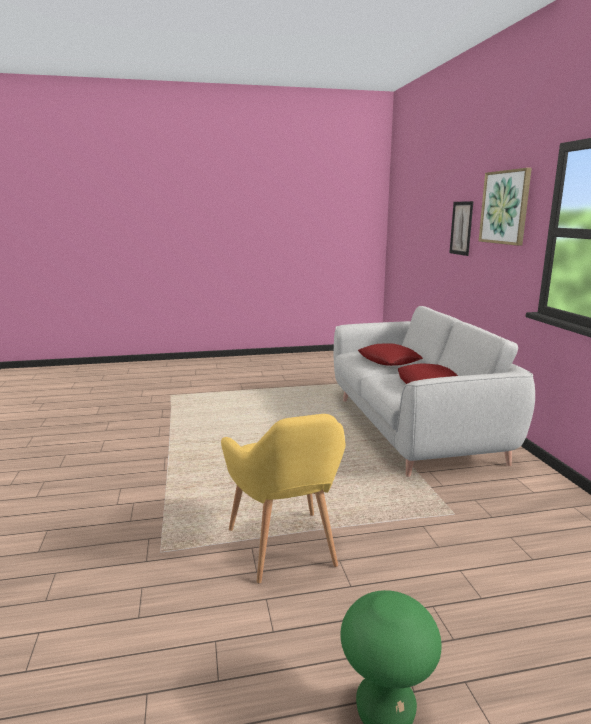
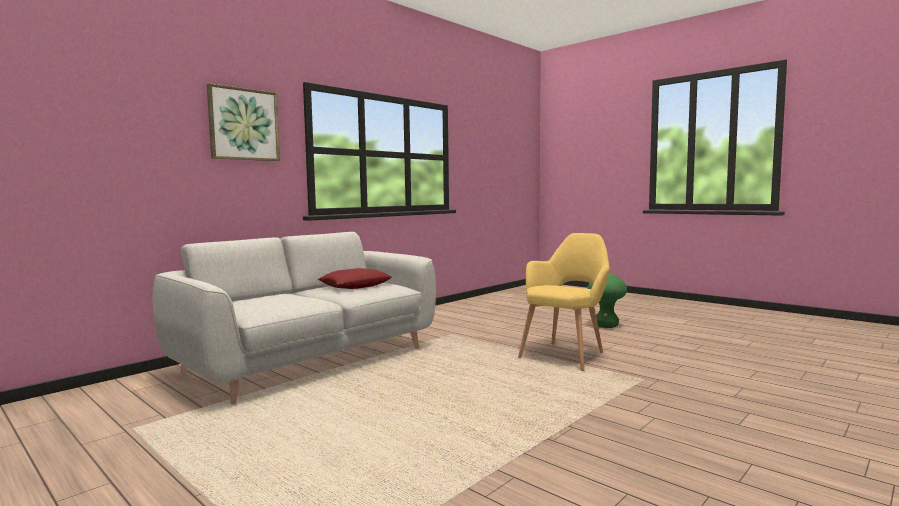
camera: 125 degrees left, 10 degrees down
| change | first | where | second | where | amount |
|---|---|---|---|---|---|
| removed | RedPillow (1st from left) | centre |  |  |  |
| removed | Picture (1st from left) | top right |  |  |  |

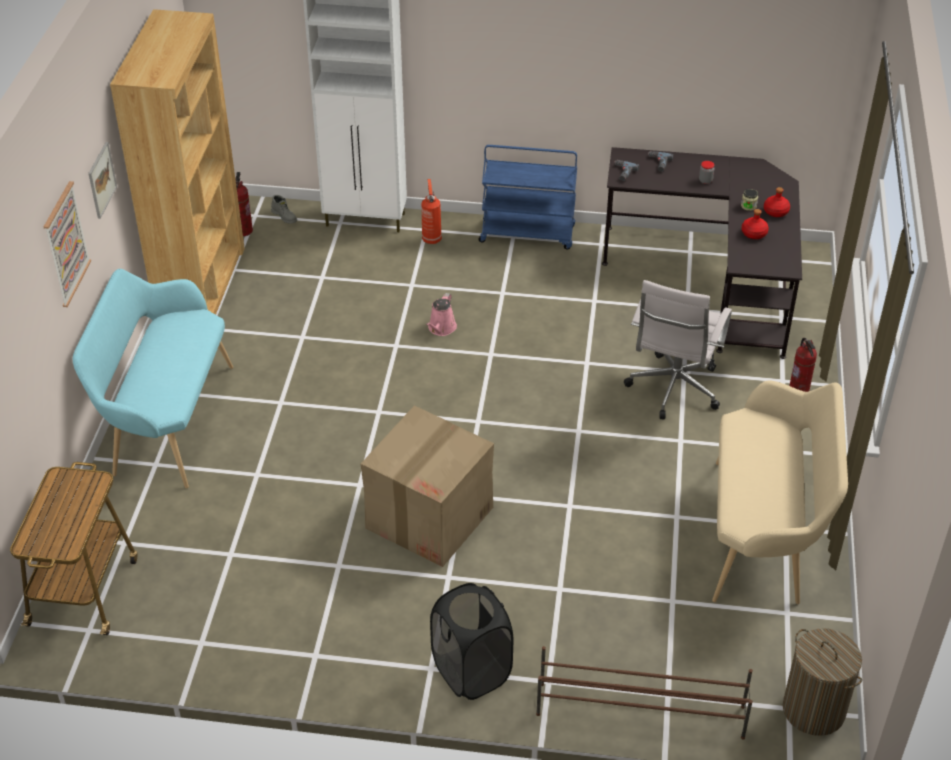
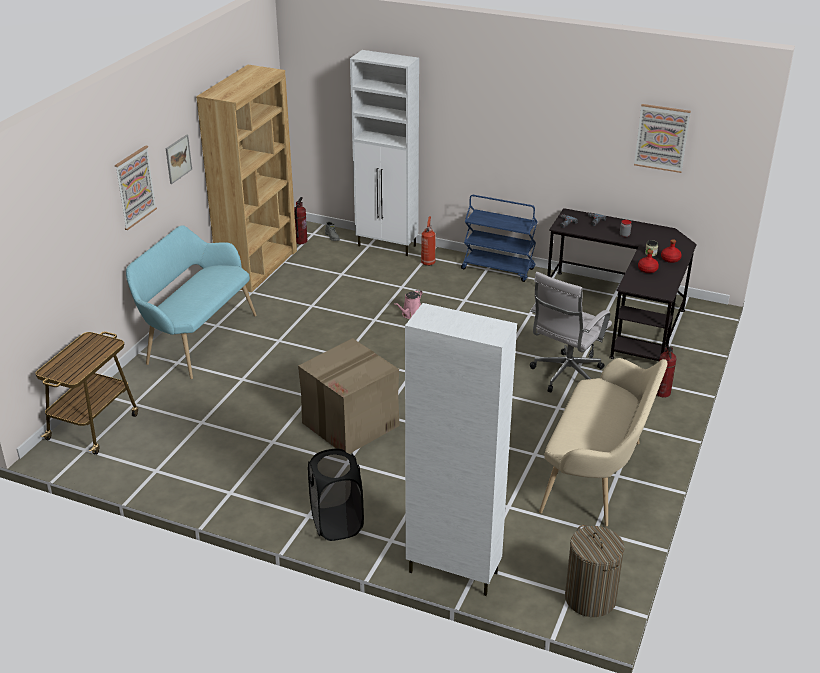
camera: 15 degrees right, 10 degrees down
| change | first | where | second | where | amount |
|---|---|---|---|---|---|
| replaced | BrownShoeRack | bottom right | WhiteCabinet (2nd from left) | bottom centre |  |
| added |  |  | Picture (3rd from left) | top right |  |

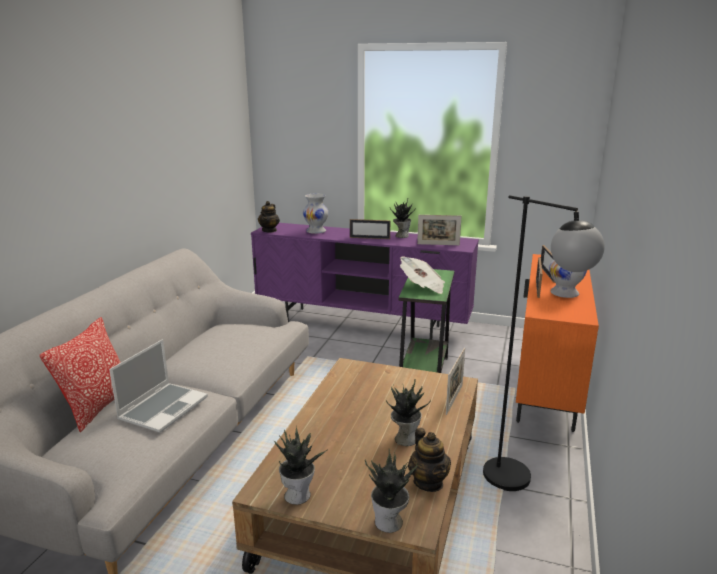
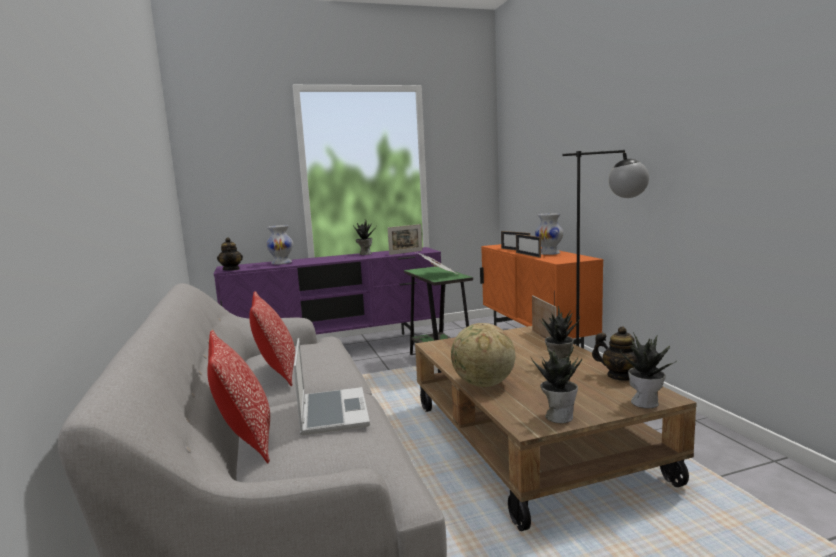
camera: 35 degrees left, 10 degrees down
| change | first | where | second | where | amount |
|---|---|---|---|---|---|
| added |  |  | Pillow (2nd from left) | middle left |  |
| added |  |  | Globe | centre |  |
| removed | PictureFrame (1st from left) | centre |  |  |  |

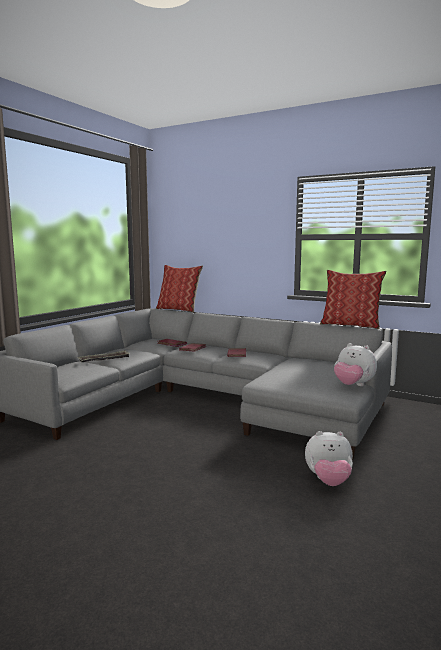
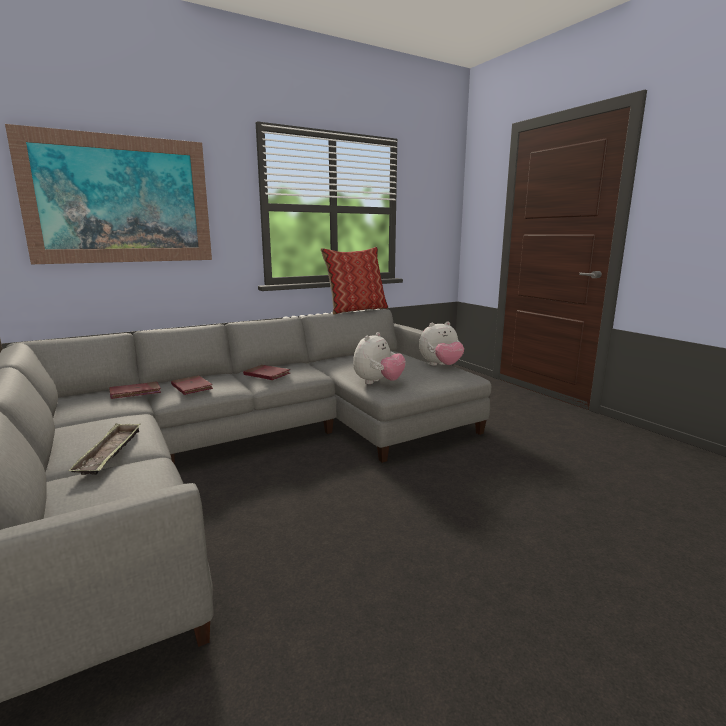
camera: 60 degrees left, 5 degrees up
| change | first | where | second | where | amount |
|---|---|---|---|---|---|
| added |  |  | Picture | top left |  |
| moved | PlushToy (1st from left) | bottom right |  | centre |  |
| removed | Pillow (1st from left) | centre |  |  |  |

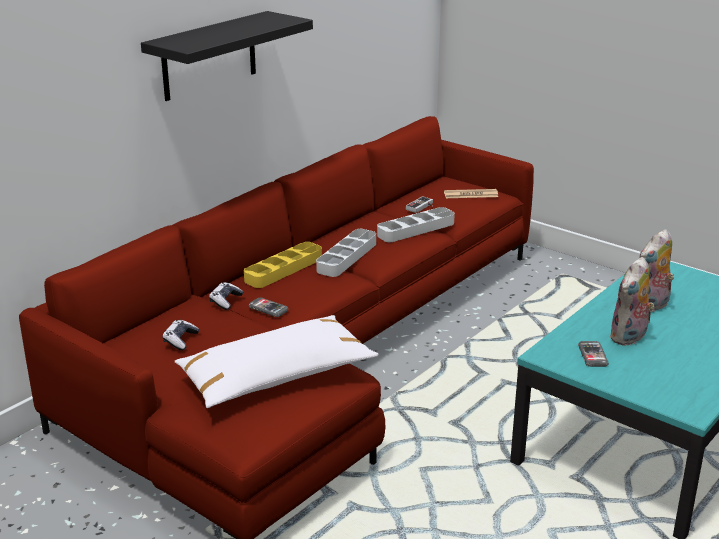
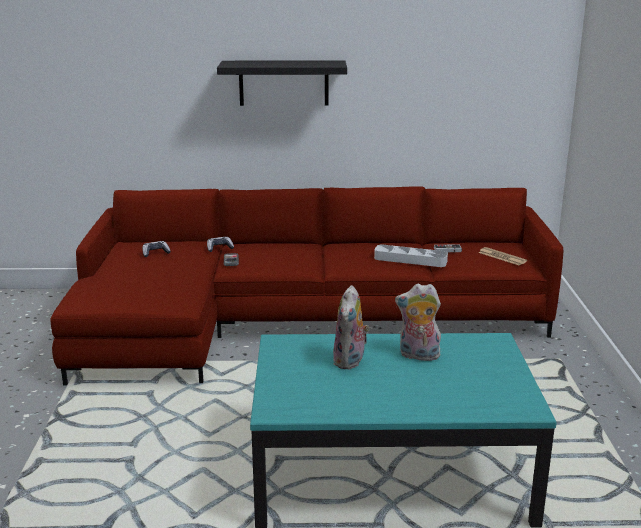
camera: 50 degrees right, 5 degrees down
| change | first | where | second | where | amount |
|---|---|---|---|---|---|
| turned | PlushToy (1st from left) | middle right |  | centre | 75 degrees counterclockwise |
| removed | WhitePillow | bottom centre |  |  |  |
| removed | YellowTray | centre |  |  |  |
| removed | GreyTray (1st from left) | centre |  |  |  |
| removed | Phone (2nd from left) | middle right |  |  |  |

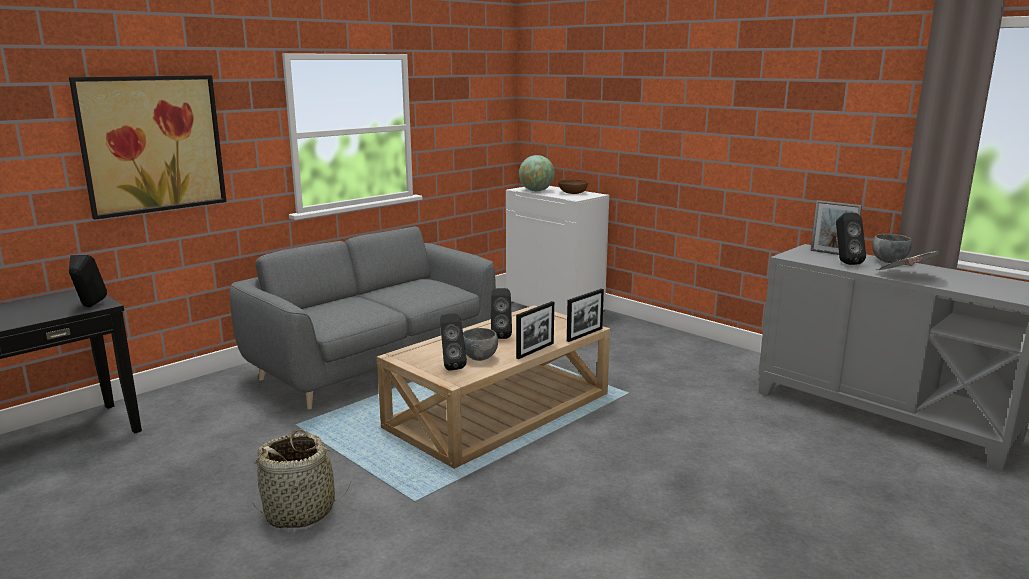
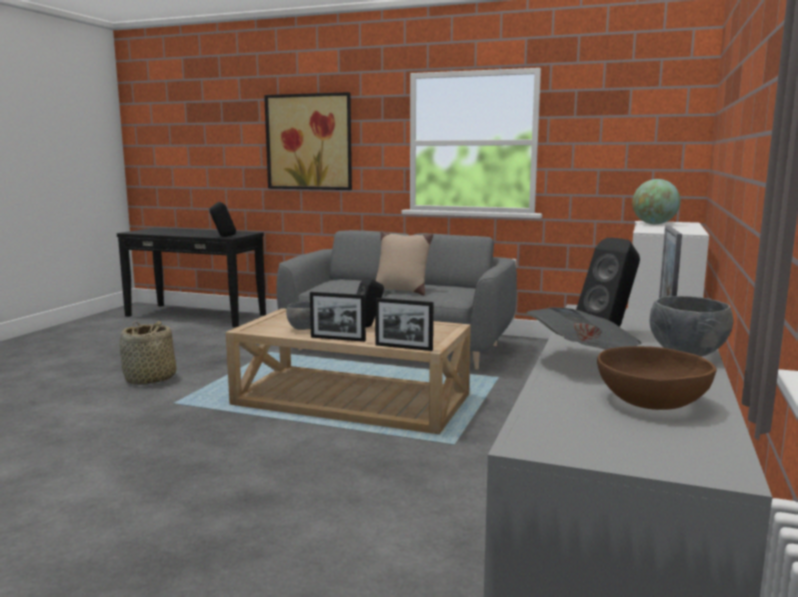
camera: 65 degrees right, 5 degrees down
| change | first | where | second | where | amount |
|---|---|---|---|---|---|
| added |  |  | BeigePillow | centre |  |
| moved | BrownBowl | top centre |  | middle right |  |
| removed | BlackSpeaker (2nd from left) | centre |  |  |  |

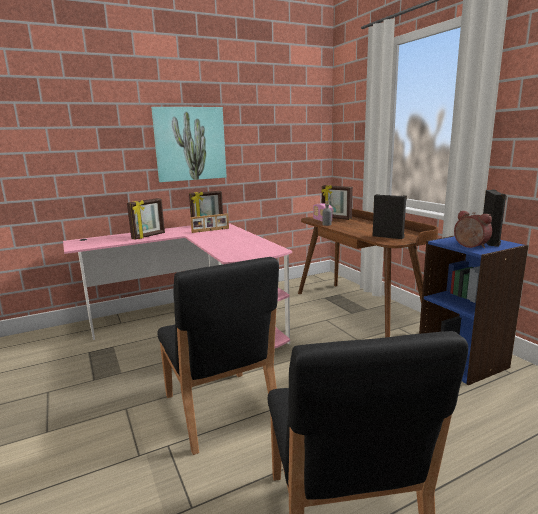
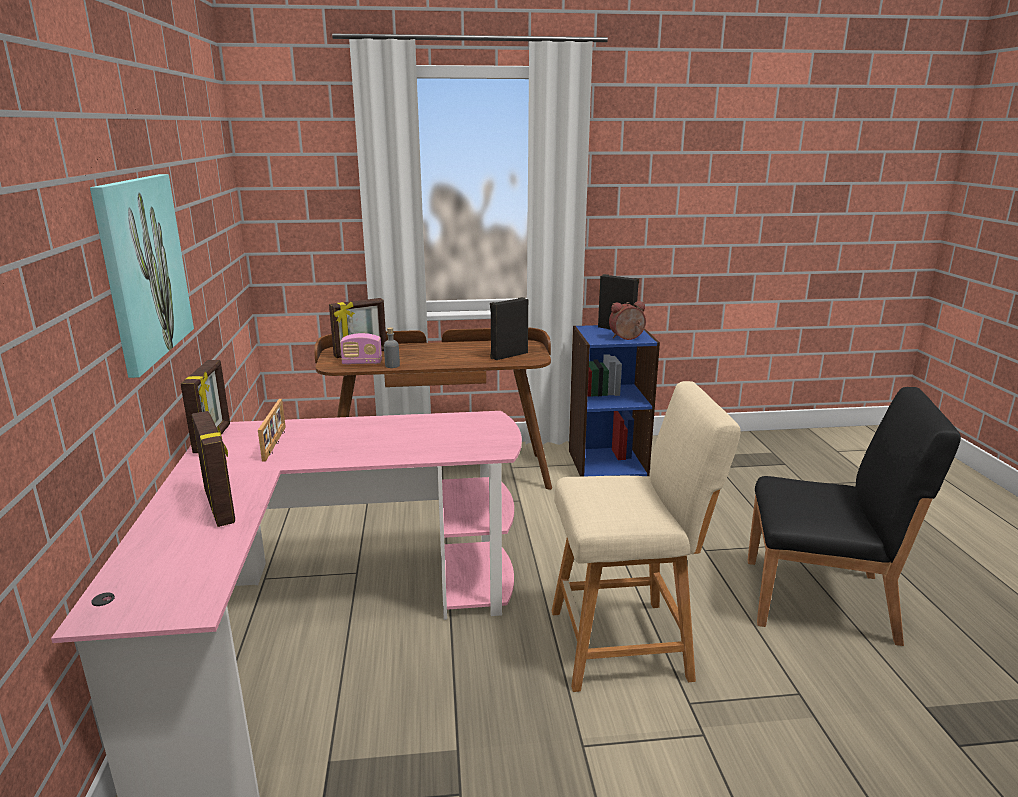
camera: 70 degrees left, 5 degrees up
| change | first | where | second | where | amount |
|---|---|---|---|---|---|
| replaced | BlackChair (1st from left) | bottom centre | BeigeStool | bottom centre |  |

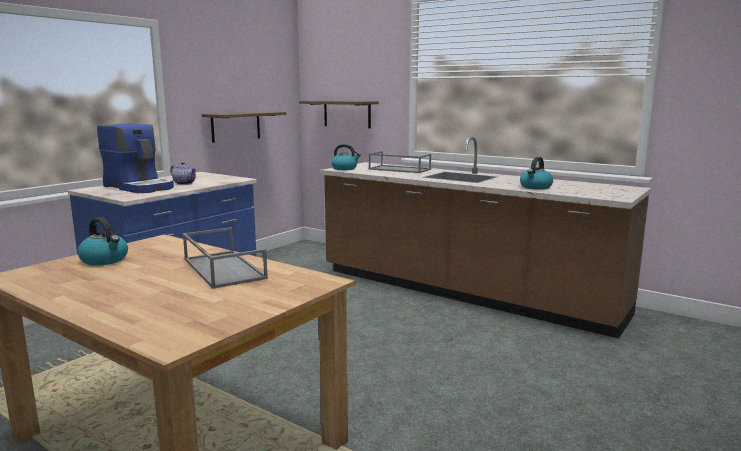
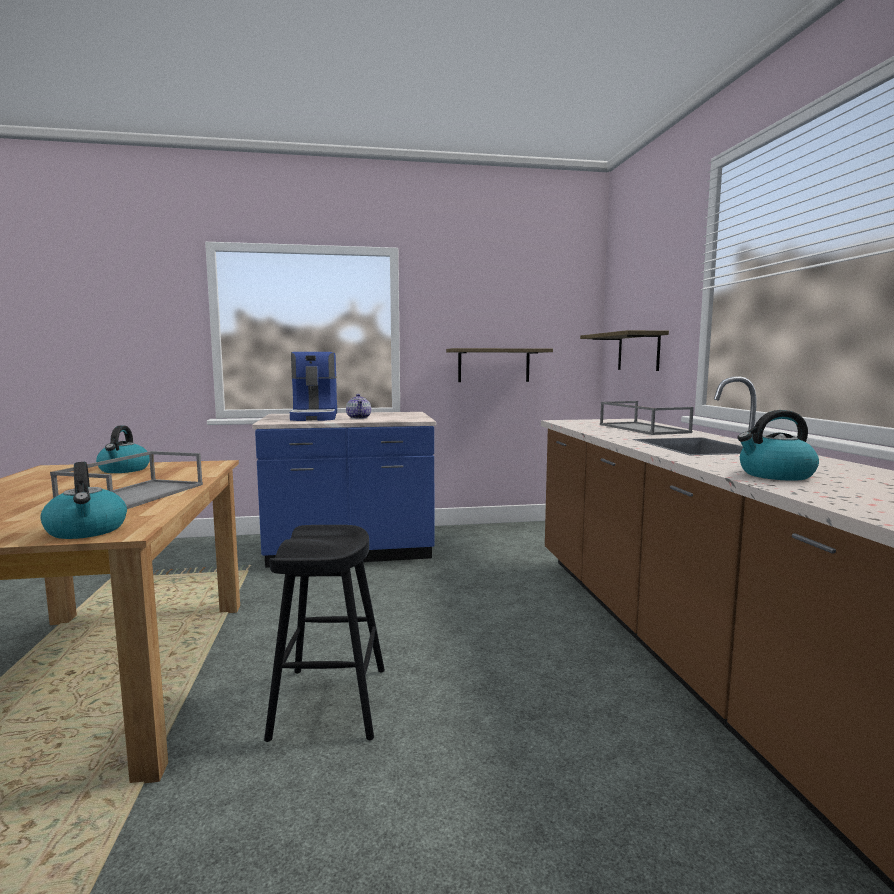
camera: 45 degrees right, 5 degrees down
| change | first | where | second | where | amount |
|---|---|---|---|---|---|
| moved | Kettle (2nd from left in the first image) | centre | Kettle (1st from left) | middle left |  |
| added |  |  | BlackStool | bottom centre |  |

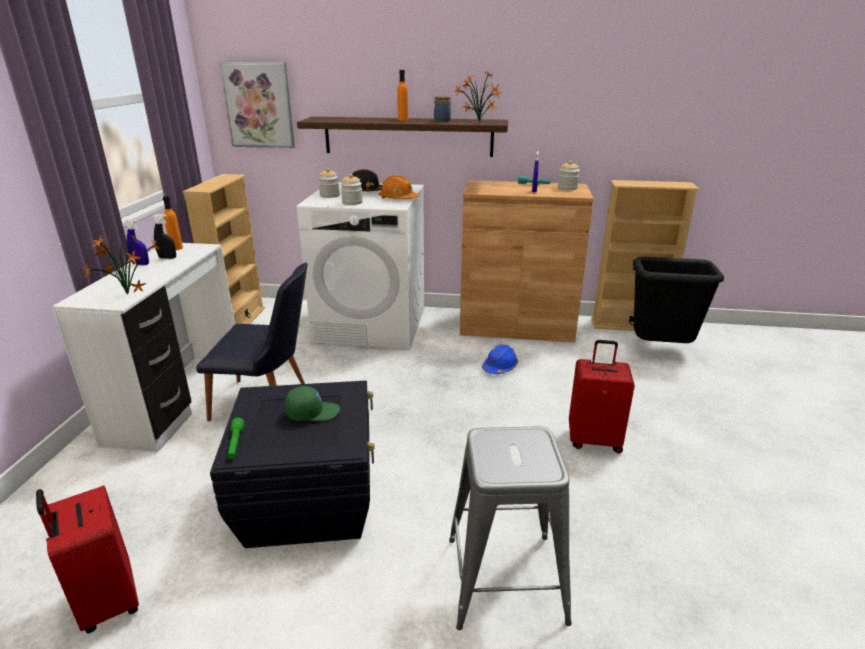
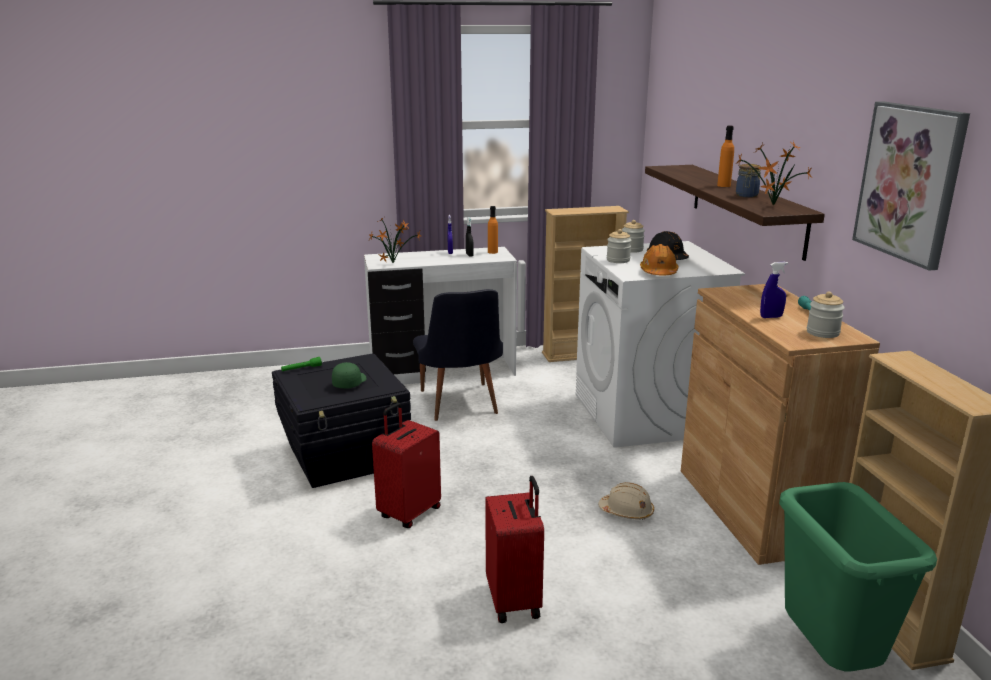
camera: 70 degrees right, 5 degrees down
| change | first | where | second | where | amount |
|---|---|---|---|---|---|
| turned | GreenCap | centre |  | centre | 135 degrees counterclockwise |
| moved | RedSuitcase (1st from left) | bottom left |  | bottom centre |  |
| recoloured | BlueHardHat | centre | BeigeHardHat | bottom centre |  |
| recoloured | BlackTrashCan | middle right | GreenTrashCan | bottom right |  |
| moved | Picture | top left |  | top right |  |
| removed | GreyStool | bottom centre |  |  |  |

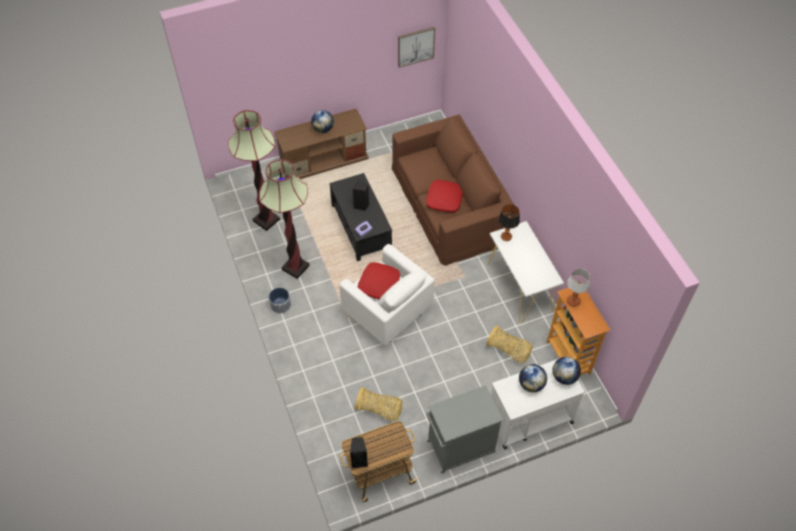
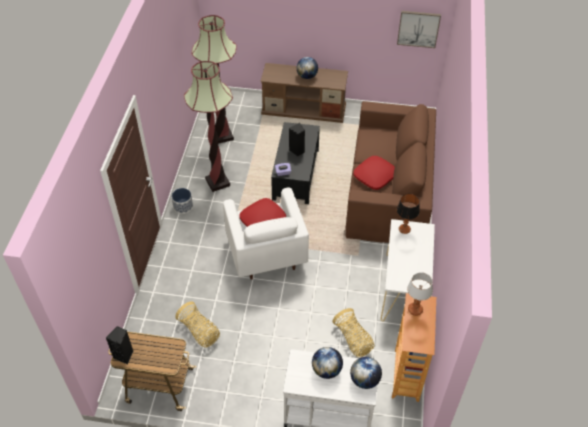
camera: 30 degrees right, 5 degrees down
| change | first | where | second | where | amount |
|---|---|---|---|---|---|
| removed | GreyCabinet | bottom centre |  |  |  |

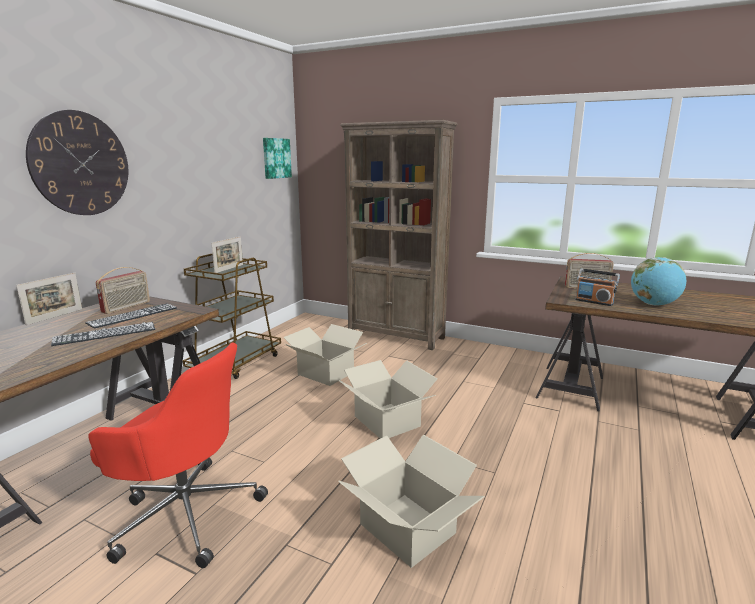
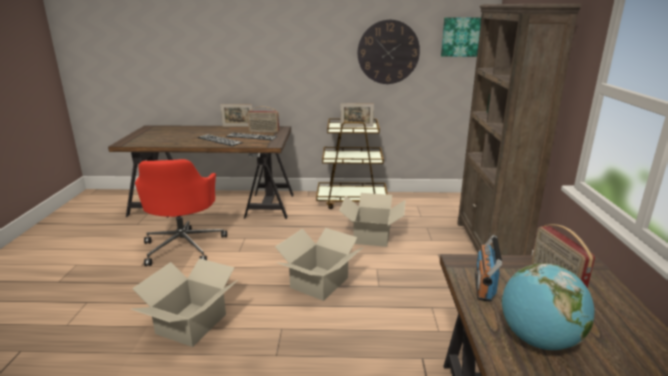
camera: 65 degrees right, 5 degrees up
| change | first | where | second | where | amount |
|---|---|---|---|---|---|
| moved | WallClock | top left |  | top centre |  |

